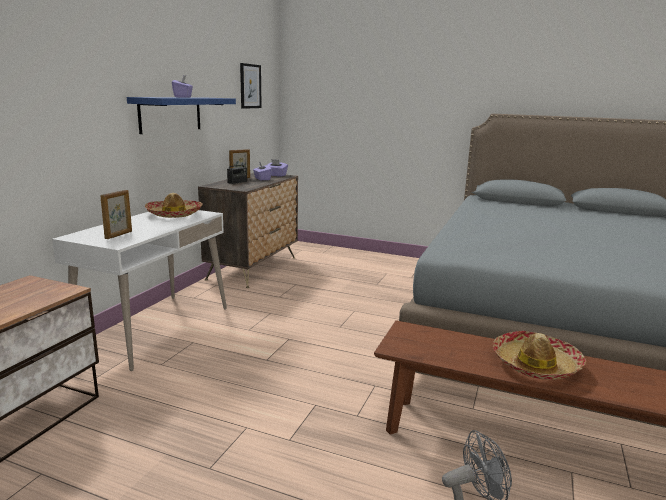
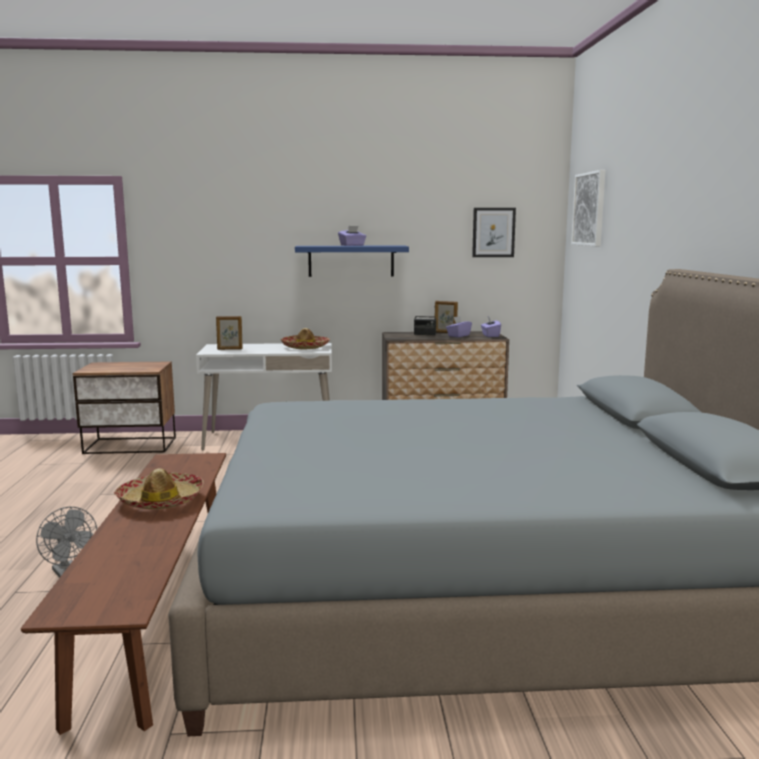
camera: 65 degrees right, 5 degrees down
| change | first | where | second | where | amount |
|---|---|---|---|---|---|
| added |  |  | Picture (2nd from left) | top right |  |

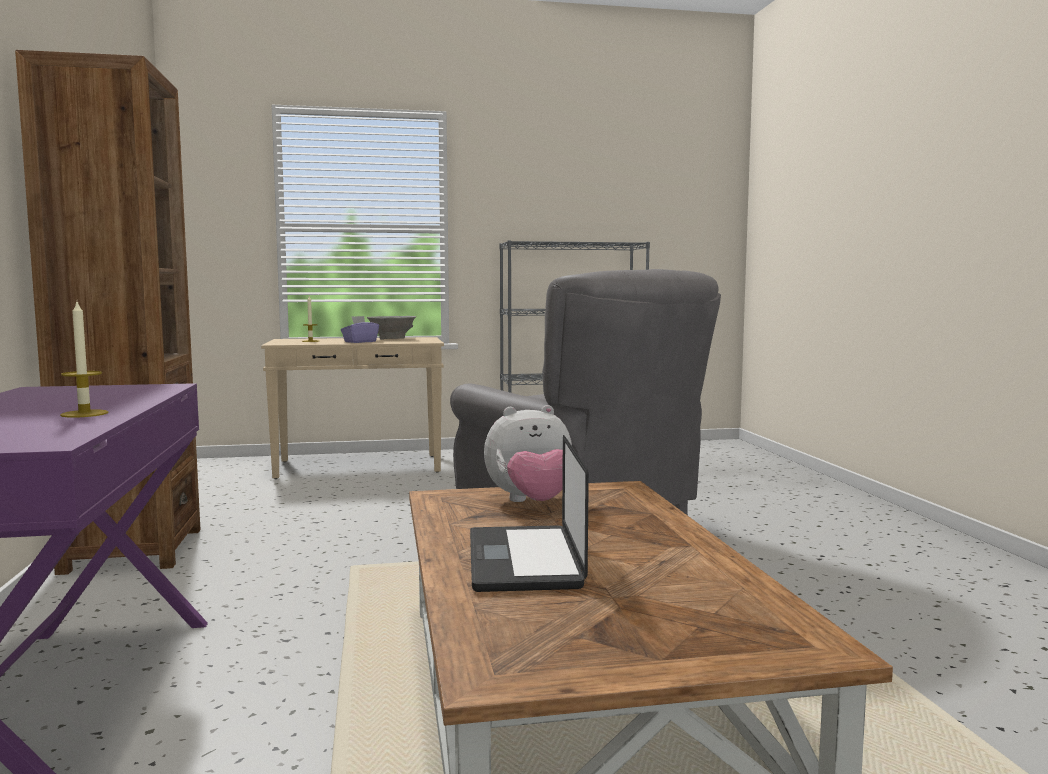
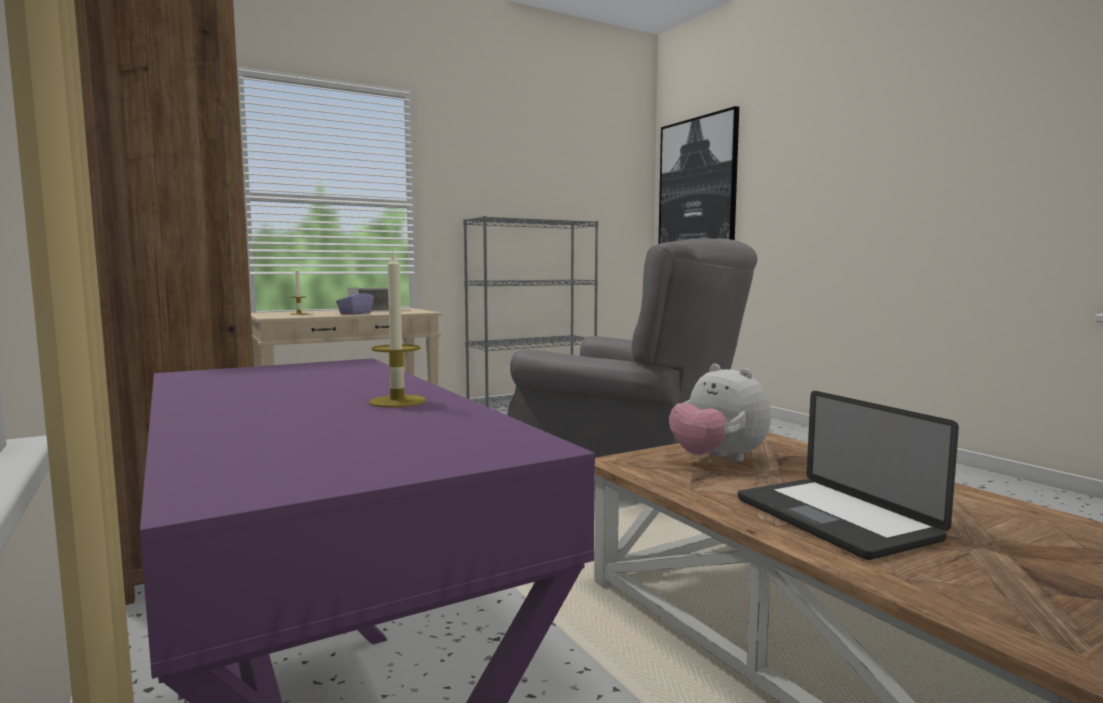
camera: 20 degrees left, 0 degrees up
| change | first | where | second | where | amount |
|---|---|---|---|---|---|
| added |  |  | Picture | top centre |  |
| turned | PlushToy | centre |  | centre | 90 degrees clockwise |

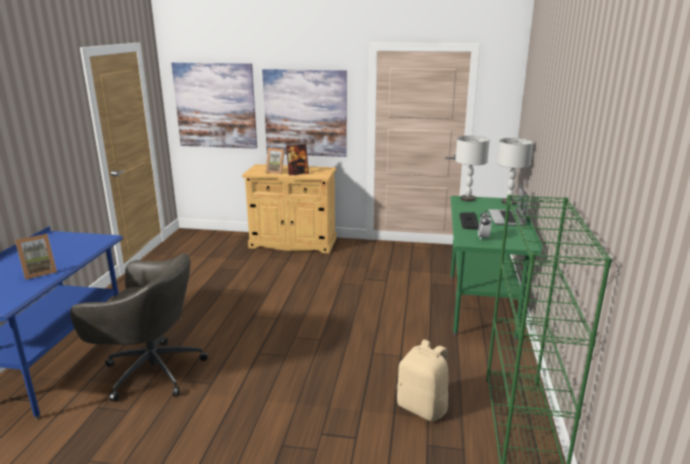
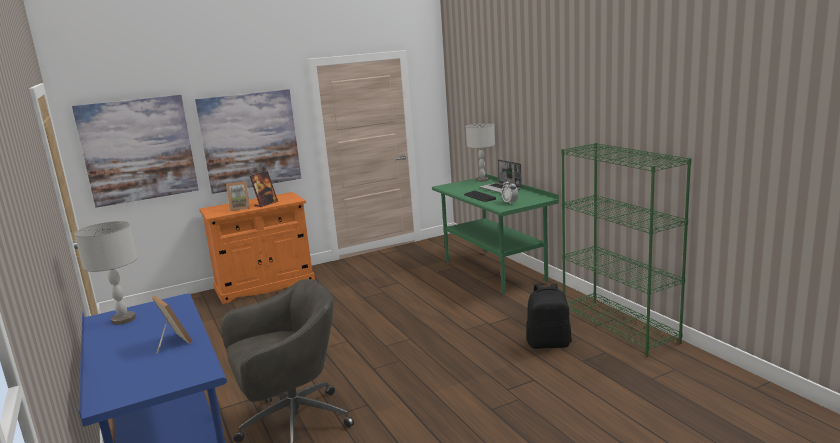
camera: 35 degrees left, 5 degrees down
| change | first | where | second | where | amount |
|---|---|---|---|---|---|
| moved | GreyTableLamp (1st from left) | middle right |  | middle left |  |
| turned | PictureFrame (1st from left) | middle left |  | bottom left | 60 degrees counterclockwise |
| recoloured | BeigeCabinet | centre | OrangeCabinet | middle left |  |
| recoloured | BeigeBackpack | bottom centre | BlackBackpack | bottom centre |  |

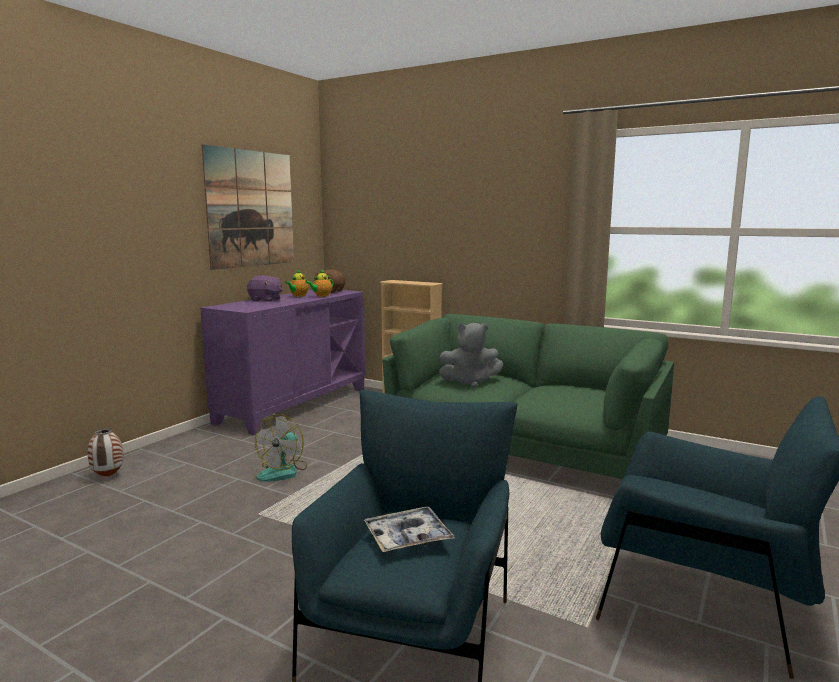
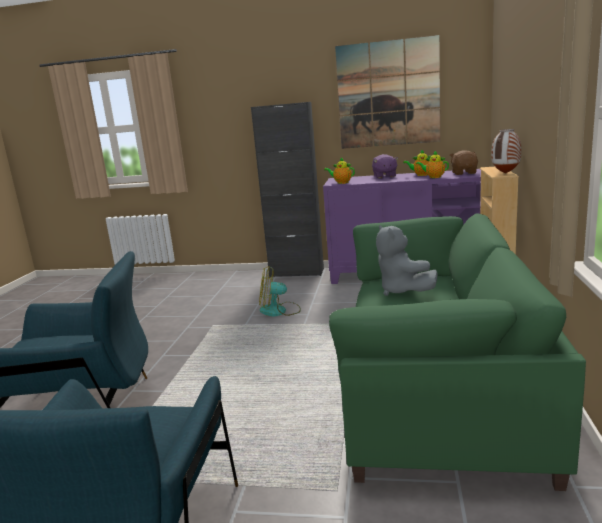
camera: 70 degrees right, 5 degrees up
| change | first | where | second | where | amount |
|---|---|---|---|---|---|
| added |  |  | BlackCabinet | centre |  |
| added |  |  | Teapot (1st from left) | top centre |  |
| moved | Vase | middle left |  | top right |  |
| removed | Tray | bottom centre |  |  |  |

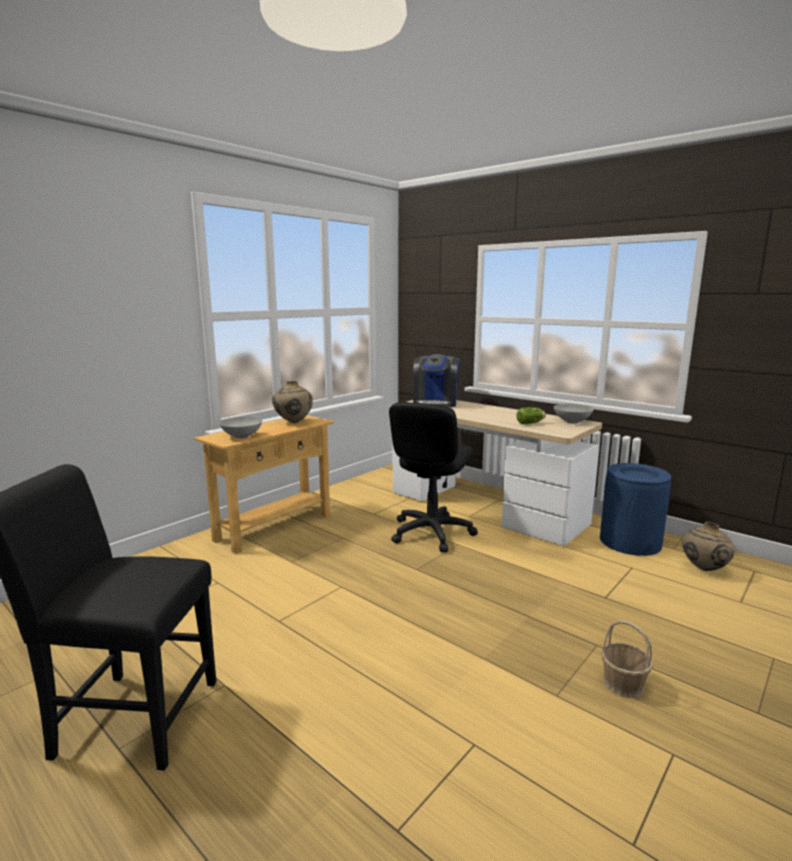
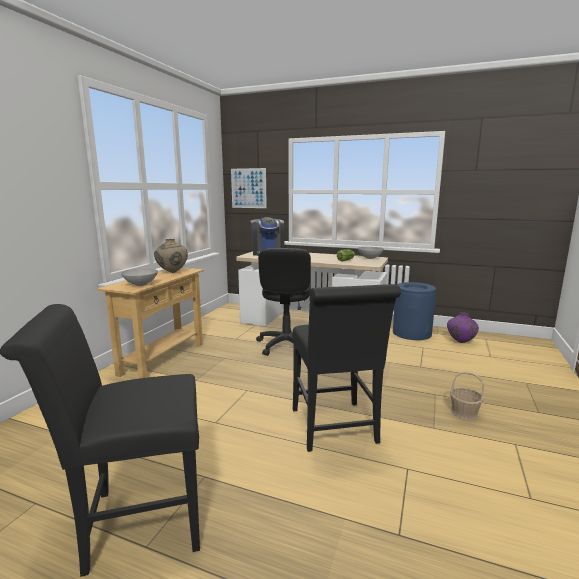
camera: 20 degrees left, 0 degrees up
| change | first | where | second | where | amount |
|---|---|---|---|---|---|
| added |  |  | Picture | top centre |  |
| added |  |  | BlackChair (2nd from left) | centre |  |
| recoloured | BeigeVase (2nd from left) | middle right | PurpleVase | middle right |  |

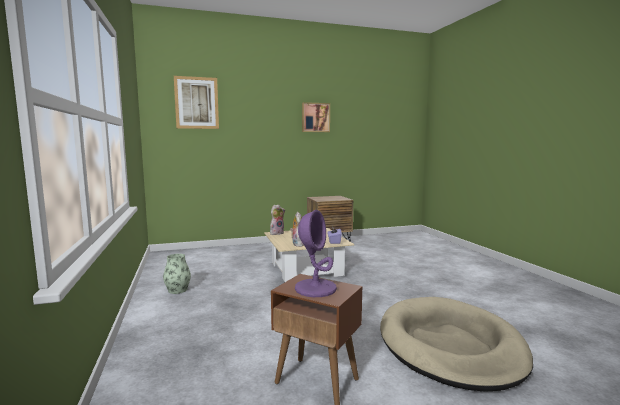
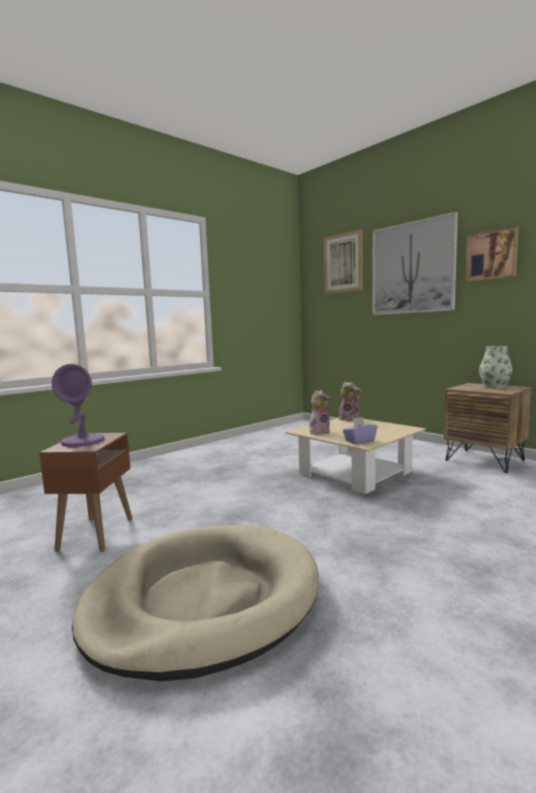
camera: 65 degrees right, 0 degrees up
| change | first | where | second | where | amount |
|---|---|---|---|---|---|
| added |  |  | Picture (2nd from left) | top right |  |
| moved | Vase | bottom left |  | middle right |  |

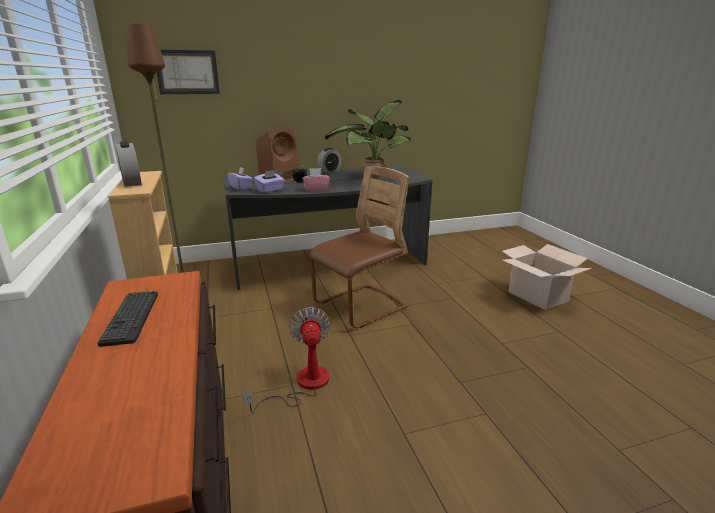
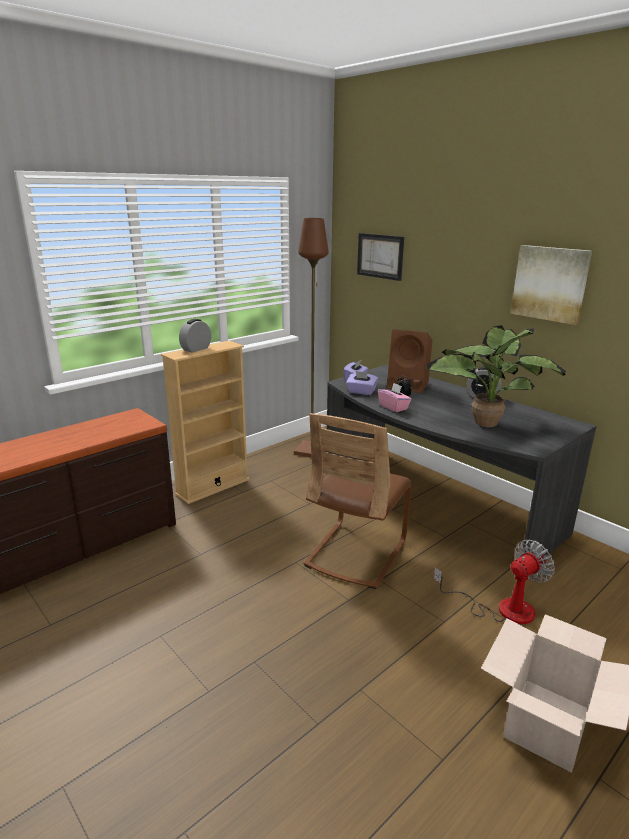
camera: 65 degrees right, 0 degrees up
| change | first | where | second | where | amount |
|---|---|---|---|---|---|
| turned | BrownChair | centre |  | centre | 90 degrees clockwise |
| moved | Fan | bottom centre |  | bottom right |  |
| added |  |  | Picture (2nd from left) | middle right |  |
| removed | Keyboard | middle left |  |  |  |

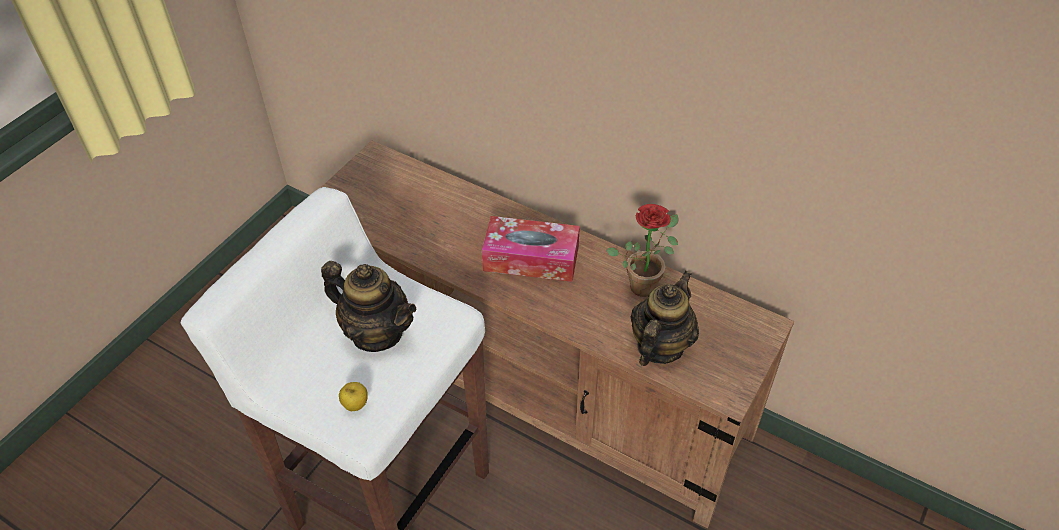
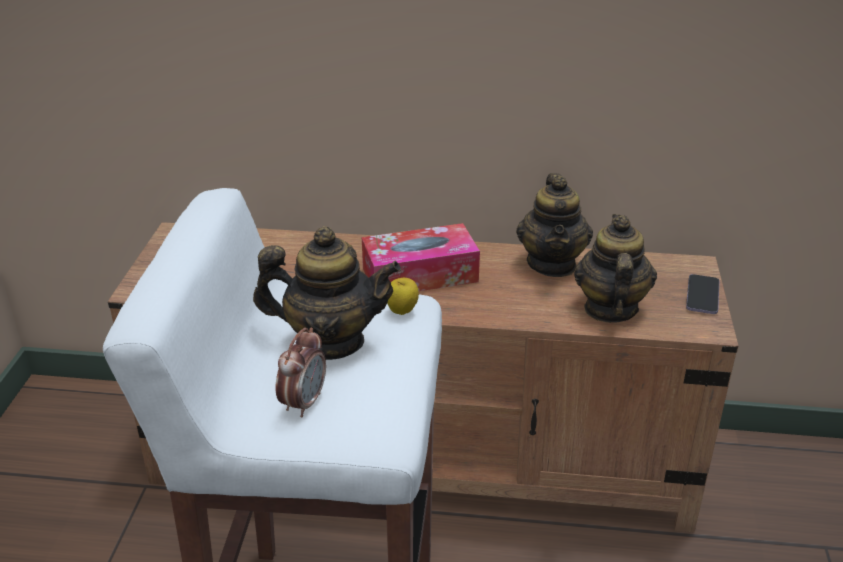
camera: 25 degrees left, 15 degrees down
| change | first | where | second | where | amount |
|---|---|---|---|---|---|
| added |  |  | AlarmClock | centre |  |
| moved | Apple | bottom centre |  | centre |  |
| replaced | PottedPlant | centre | Teapot (2nd from left) | centre |  |
| added |  |  | Phone | middle right |  |

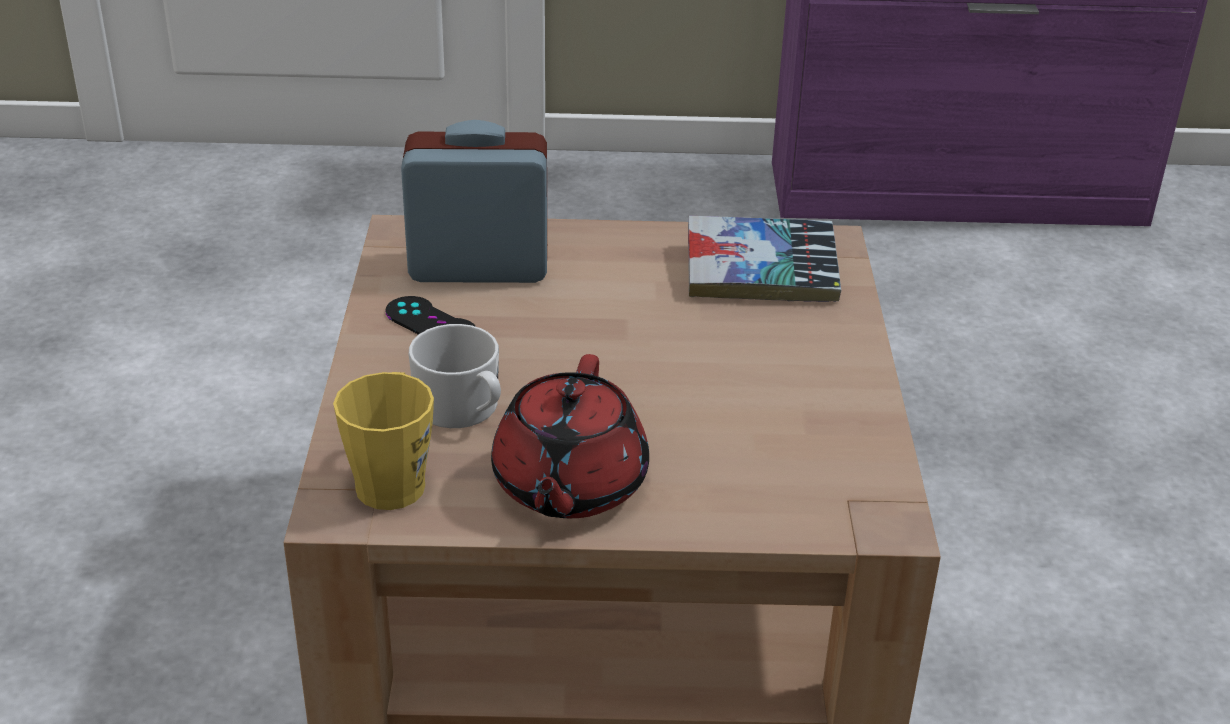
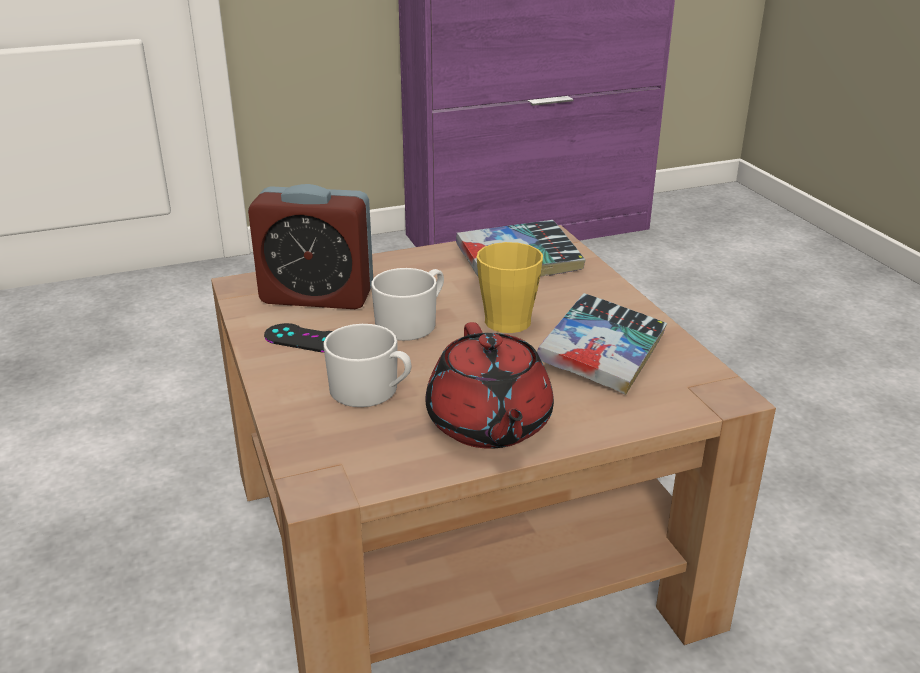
camera: 20 degrees left, 5 degrees down
| change | first | where | second | where | amount |
|---|---|---|---|---|---|
| turned | AlarmClock | top centre |  | centre | 150 degrees counterclockwise |
| added |  |  | WhiteMug (2nd from left) | centre |  |
| moved | YellowMug | middle left |  | centre |  |
| added |  |  | Book (2nd from left) | centre |  |

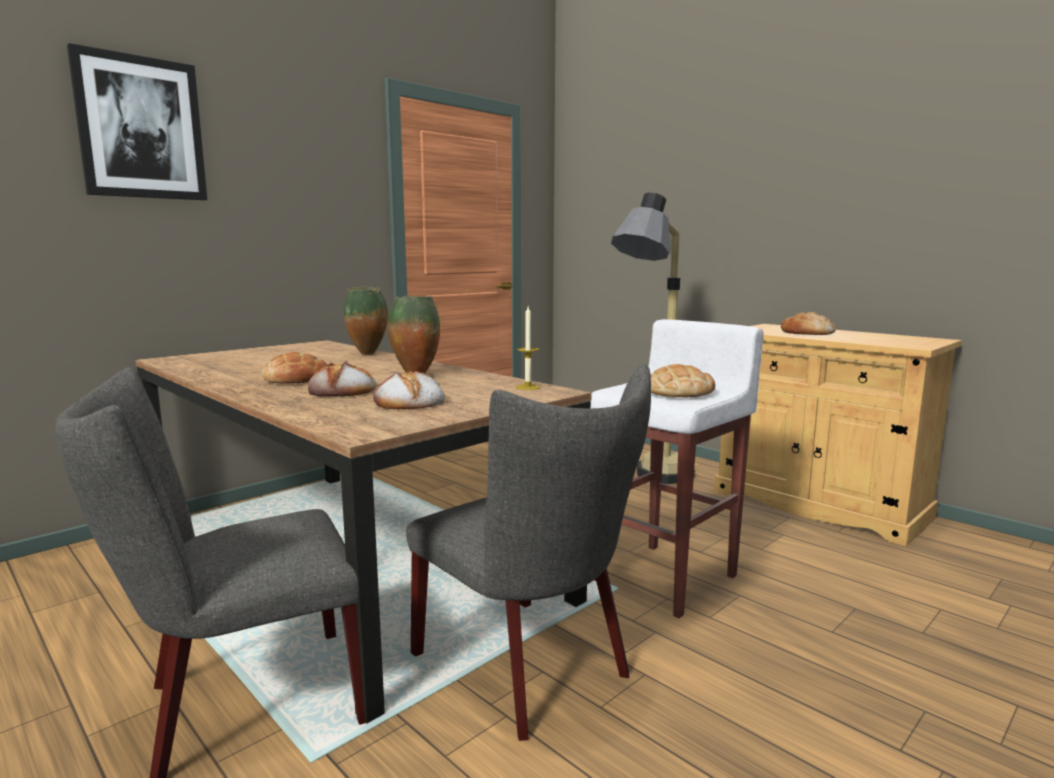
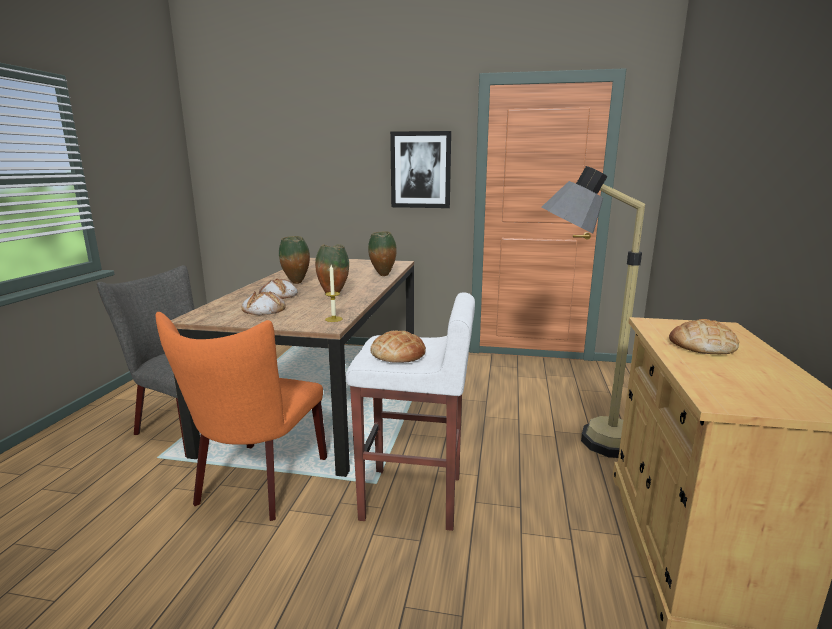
camera: 55 degrees right, 5 degrees up
| change | first | where | second | where | amount |
|---|---|---|---|---|---|
| recoloured | GreyChair (2nd from left) | bottom centre | OrangeChair | middle left |  |
| replaced | Bread (1st from left) | middle left | Vase (1st from left) | centre |  |
| moved | Picture | top left |  | top centre |  |

